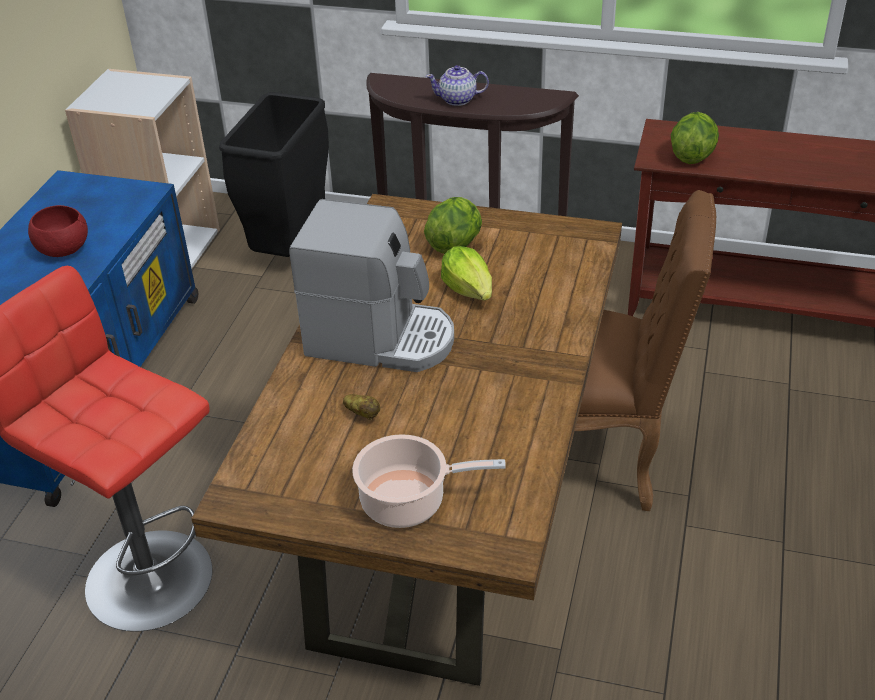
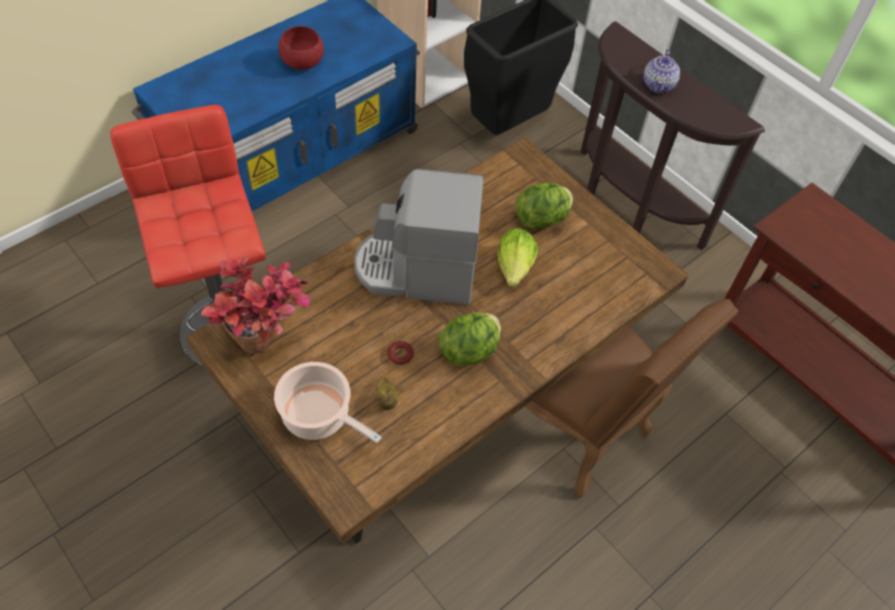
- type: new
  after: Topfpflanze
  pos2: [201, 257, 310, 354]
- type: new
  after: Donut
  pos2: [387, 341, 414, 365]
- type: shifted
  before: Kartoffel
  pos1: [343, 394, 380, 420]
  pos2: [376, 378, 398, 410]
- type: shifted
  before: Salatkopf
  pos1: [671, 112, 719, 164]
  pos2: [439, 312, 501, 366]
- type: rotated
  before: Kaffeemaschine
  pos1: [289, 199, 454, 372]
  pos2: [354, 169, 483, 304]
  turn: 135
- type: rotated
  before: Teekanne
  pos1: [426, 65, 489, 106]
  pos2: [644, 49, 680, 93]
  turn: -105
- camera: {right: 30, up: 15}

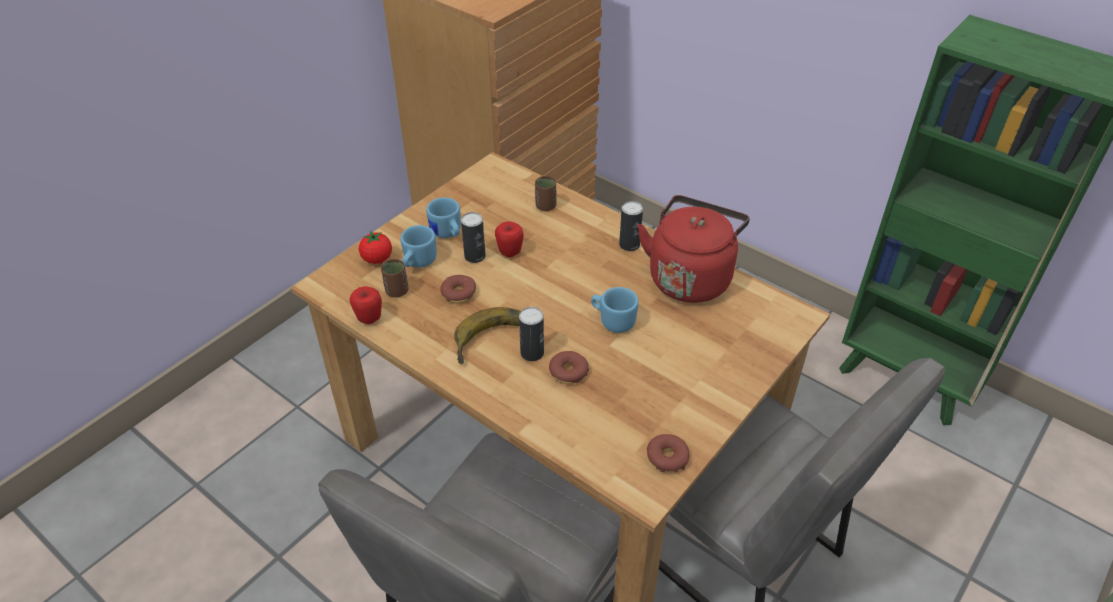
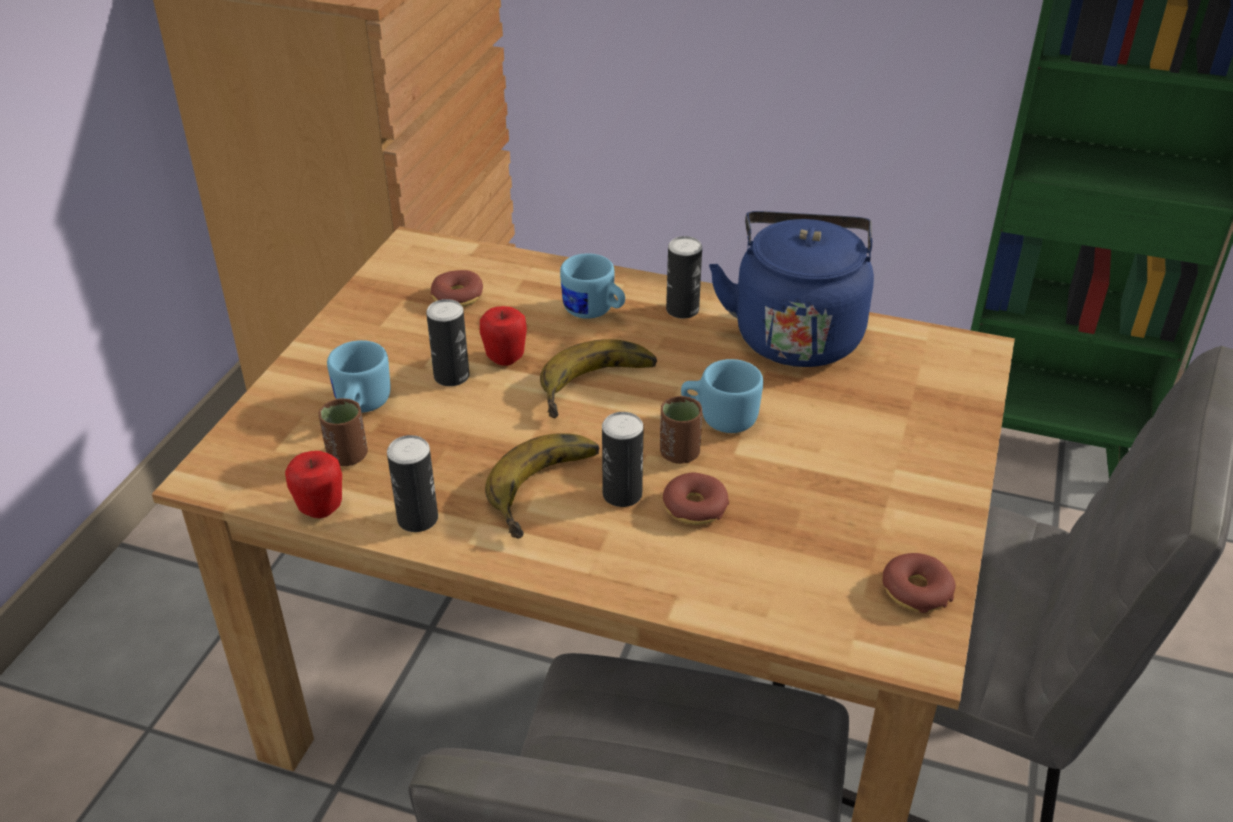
- type: gone
  before: Tomate
  pos1: [359, 230, 392, 264]
- type: new
  after: Dose
  pos2: [387, 435, 438, 532]
- type: new
  after: Banane
  pos2: [540, 339, 657, 418]
- type: shifted
  before: Henkelbecher/blau
  pos1: [426, 197, 461, 238]
  pos2: [560, 253, 625, 319]
- type: shifted
  before: Donut
  pos1: [440, 275, 476, 303]
  pos2: [430, 270, 483, 307]
- type: shifted
  before: Tasse/braun
  pos1: [535, 176, 556, 211]
  pos2: [660, 396, 702, 464]
- type: repainted
  before: Wasserkessel/rot
  after: Wasserkessel/blau
  pos1: [637, 195, 750, 303]
  pos2: [709, 211, 874, 367]
- camera: {right: -20, up: -5}

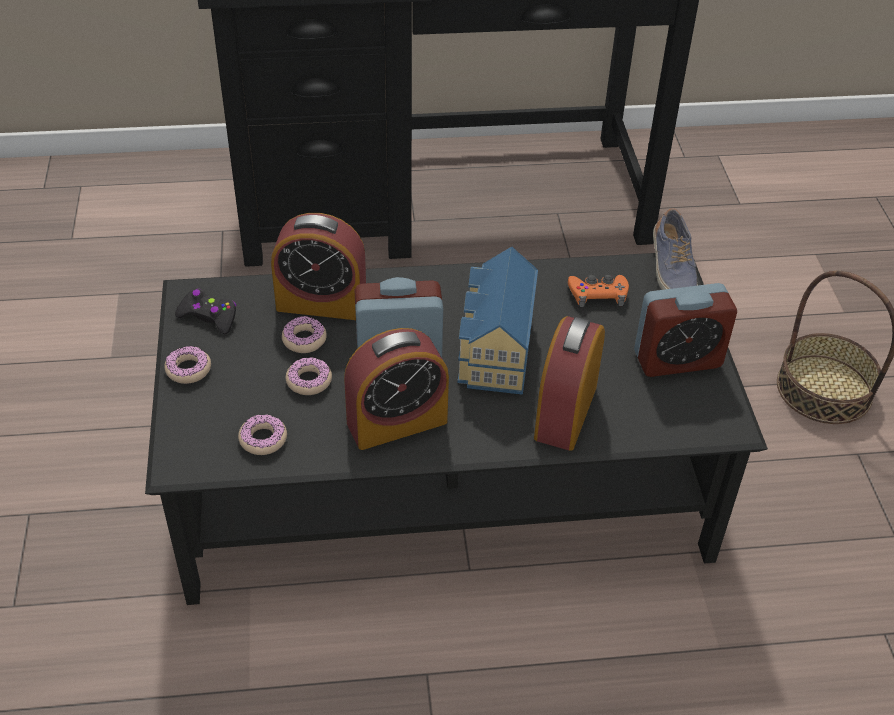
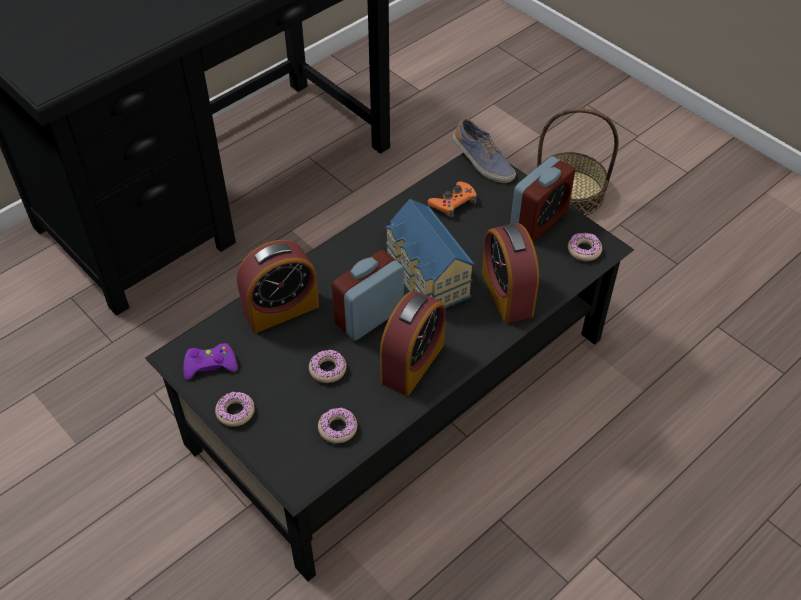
- type: shifted
  before: Donut
  pos1: [282, 316, 327, 353]
  pos2: [568, 233, 602, 261]
- type: repainted
  before: Gamepad/schwarz
  after: Gamepad/lila
  pos1: [175, 289, 236, 334]
  pos2: [183, 343, 238, 379]
- camera: {right: -35, up: 5}

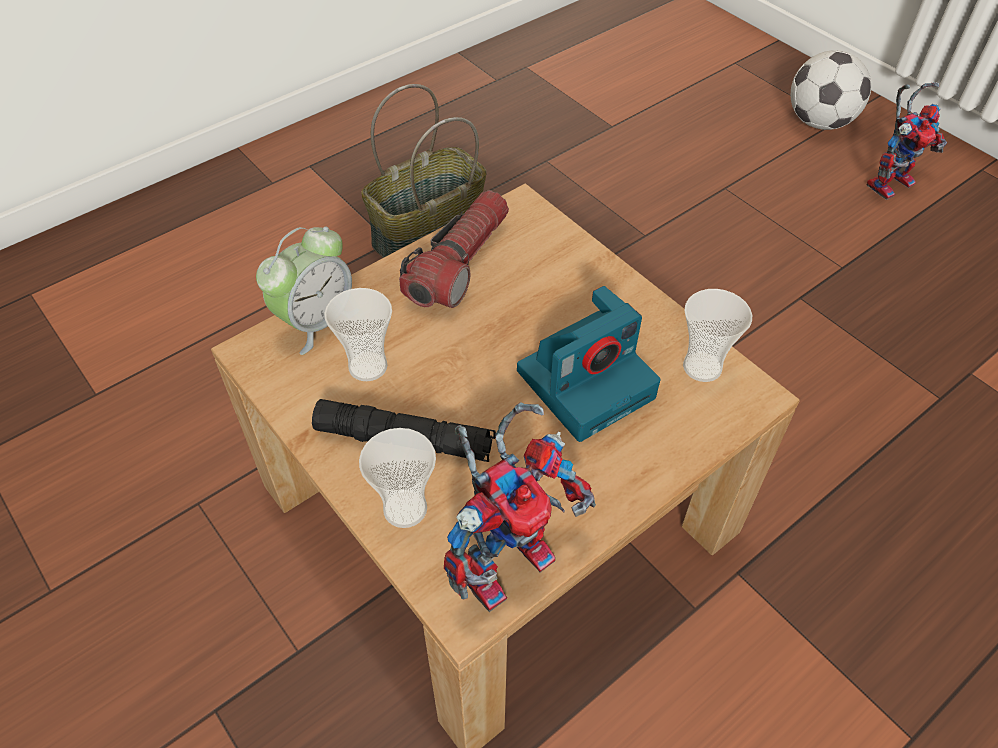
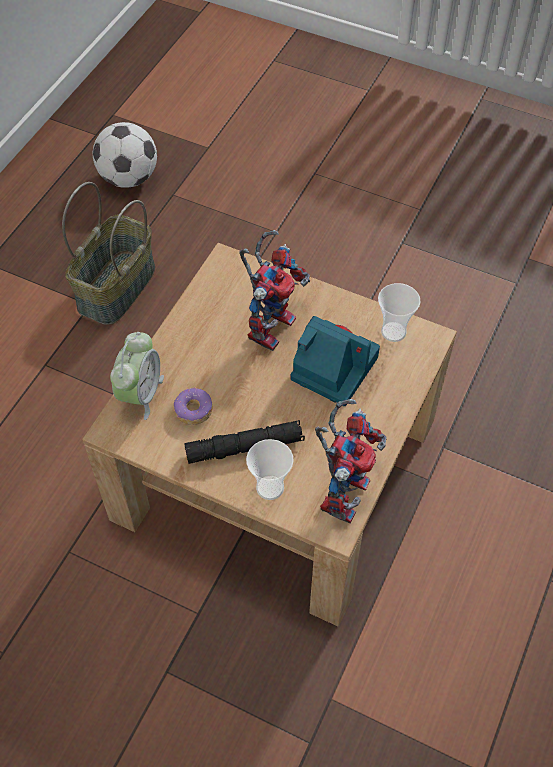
- type: gone
  before: Taschenlampe
  pos1: [399, 190, 509, 308]
- type: shifted
  before: Fußball
  pos1: [791, 50, 871, 130]
  pos2: [93, 122, 157, 188]
- type: shifted
  before: Spielzeugroboter
  pos1: [866, 82, 947, 200]
  pos2: [239, 230, 310, 351]
- type: swapped
  before: Tasse
  after: Donut
  pos1: [324, 288, 392, 381]
  pos2: [174, 387, 213, 425]
- type: rotated
  before: Kamera
  pos1: [517, 286, 660, 442]
  pos2: [290, 316, 380, 406]
  turn: -90
- camera: {right: -25, up: 5}

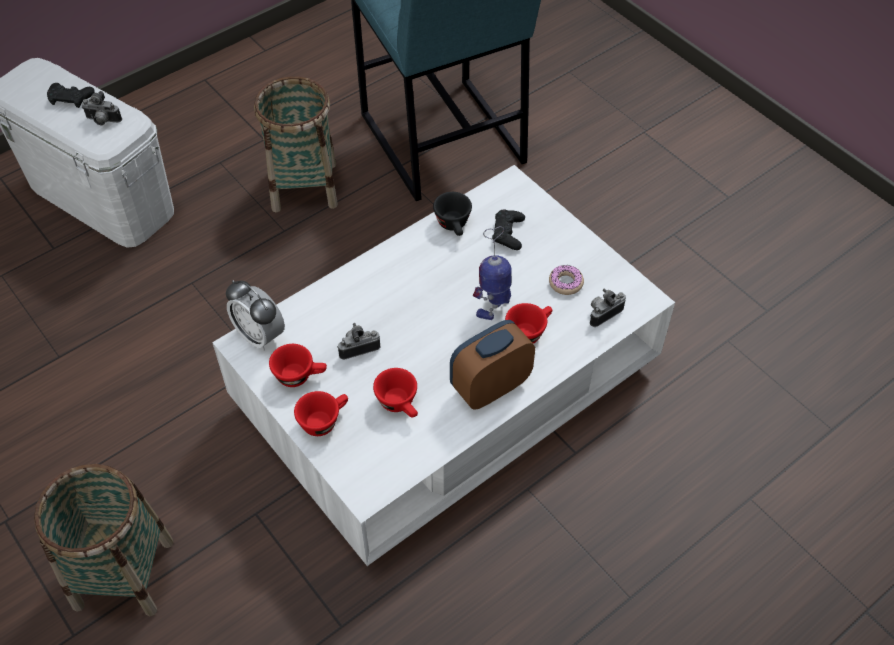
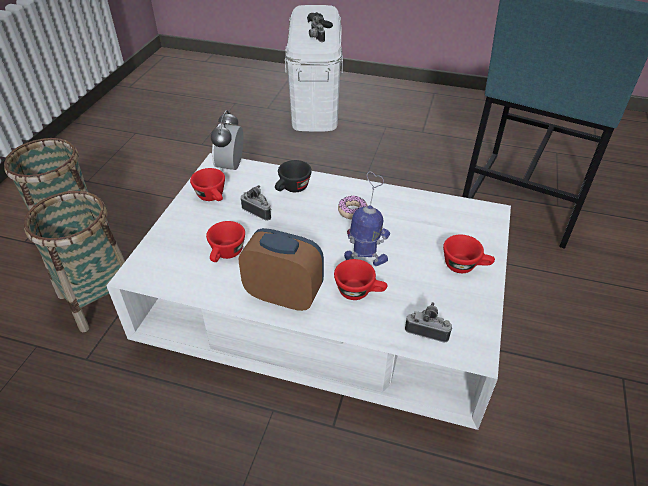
- type: gone
  before: Gamepad/schwarz
  pos1: [492, 210, 525, 250]
- type: shifted
  before: Korb
  pos1: [254, 76, 338, 213]
  pos2: [24, 191, 125, 332]
- type: shifted
  before: Tasse/rot
  pos1: [294, 391, 348, 436]
  pos2: [443, 234, 495, 273]
- type: shifted
  before: Tasse/schwarz
  pos1: [433, 192, 472, 236]
  pos2: [275, 160, 312, 192]
- type: shifted
  before: Donut
  pos1: [549, 265, 584, 295]
  pos2: [338, 196, 368, 219]
- camera: {right: 55, up: -10}

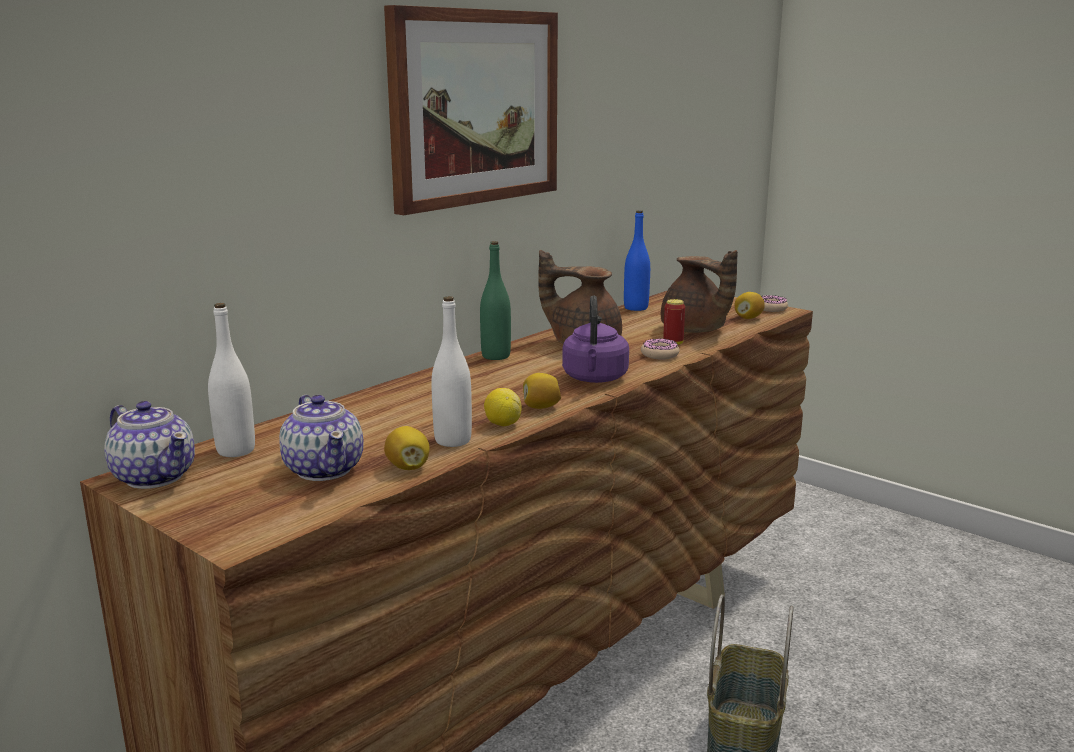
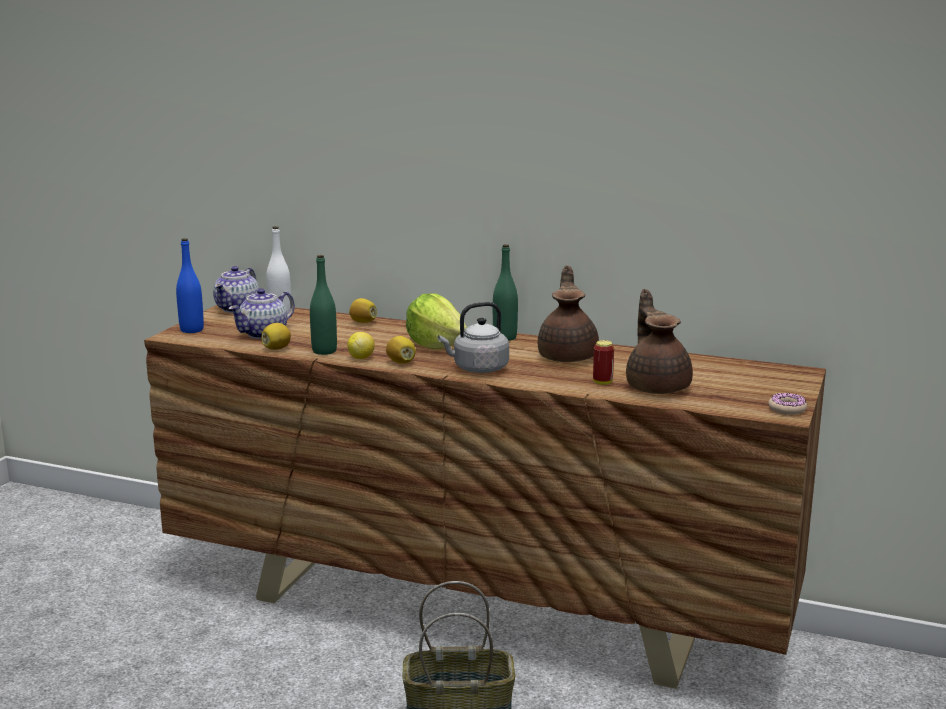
- type: gone
  before: Bild
  pos1: [384, 5, 558, 215]
- type: gone
  before: Donut
  pos1: [641, 338, 680, 360]
- type: new
  after: Salatkopf
  pos2: [406, 294, 467, 349]
- type: shifted
  before: Flasche/blau
  pos1: [624, 210, 650, 311]
  pos2: [176, 238, 204, 333]
- type: shifted
  before: Zitrone
  pos1: [735, 292, 765, 319]
  pos2: [349, 298, 377, 323]
- type: repainted
  before: Flasche/weiß
  after: Flasche/grün
  pos1: [431, 296, 472, 447]
  pos2: [310, 255, 337, 355]
- type: repainted
  before: Wasserkessel/lila
  after: Wasserkessel/grau
  pos1: [562, 295, 629, 383]
  pos2: [438, 302, 509, 373]
- type: rotated
  before: Teekanne/braun
  pos1: [661, 250, 738, 333]
  pos2: [626, 289, 693, 394]
  turn: 135
- camera: {right: 70, up: 0}

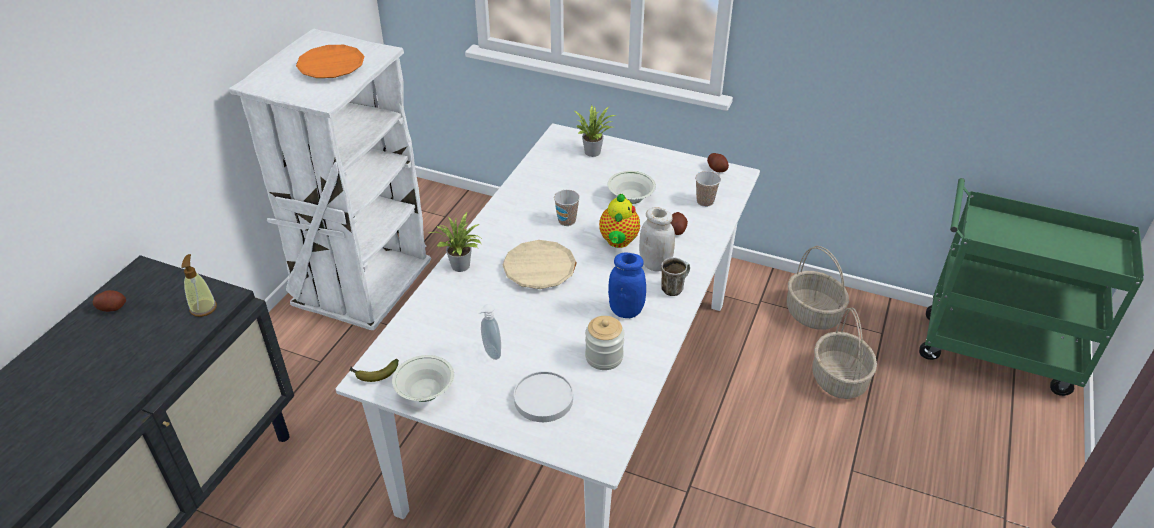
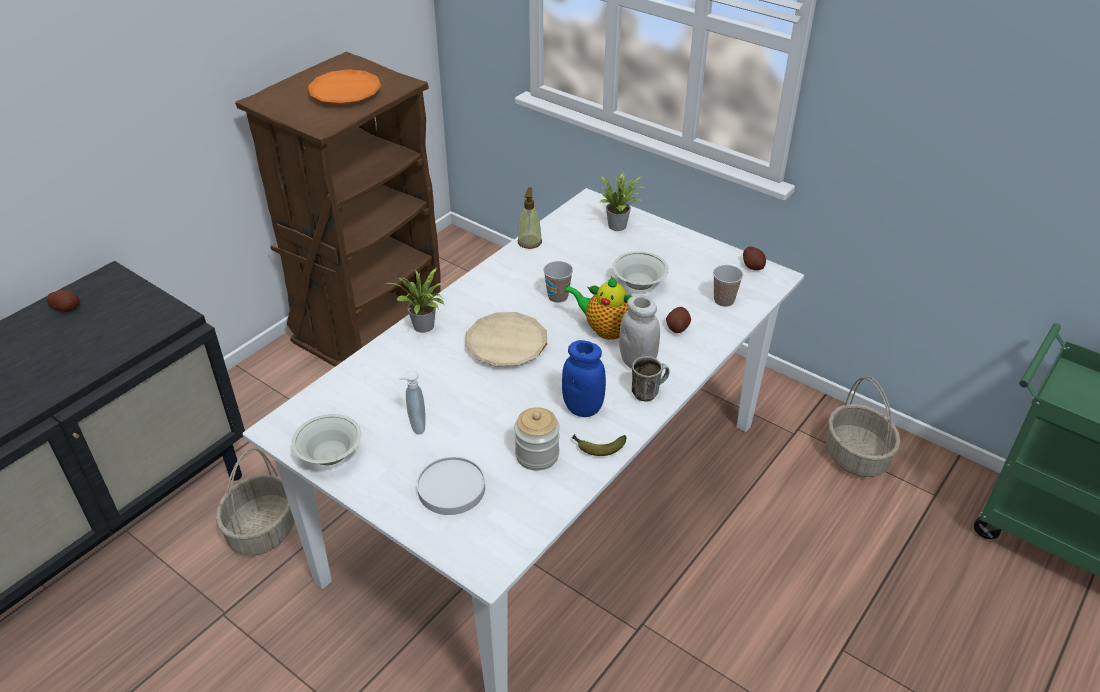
- type: shifted
  before: Seifenspender
  pos1: [181, 254, 217, 317]
  pos2: [518, 188, 542, 249]
- type: shifted
  before: Banane
  pos1: [350, 359, 399, 382]
  pos2: [572, 434, 627, 456]
- type: shifted
  before: Korb
  pos1: [812, 307, 877, 399]
  pos2: [216, 448, 295, 555]
- type: repainted
  before: Bücherregal/weiß
  after: Bücherregal/braun
  pos1: [229, 29, 432, 330]
  pos2: [235, 52, 440, 367]
- type: rotated
  before: Teekanne
  pos1: [599, 194, 640, 248]
  pos2: [564, 276, 632, 340]
  turn: 90
- camera: {right: 15, up: 0}

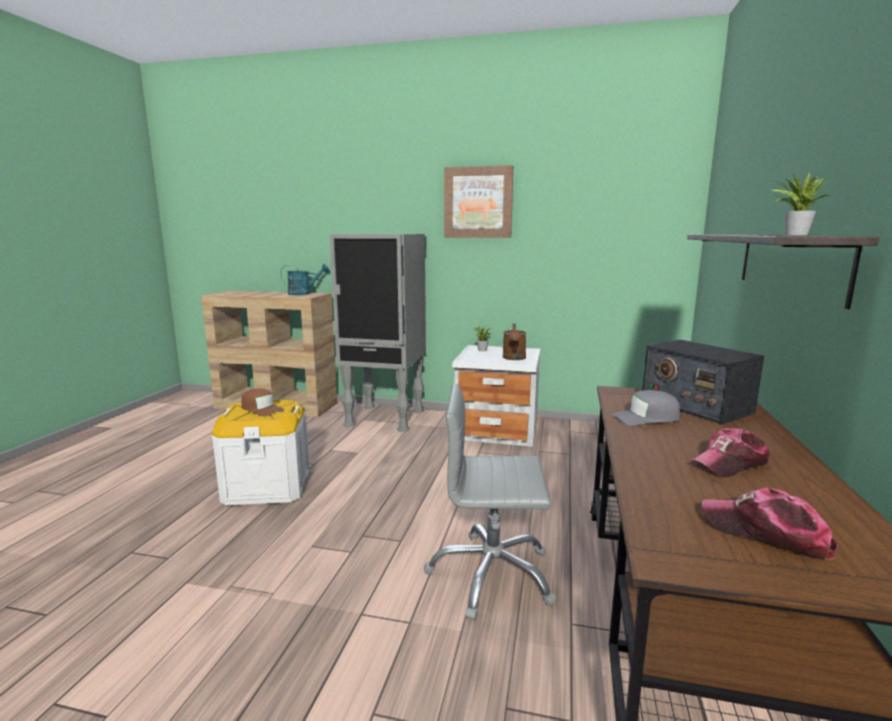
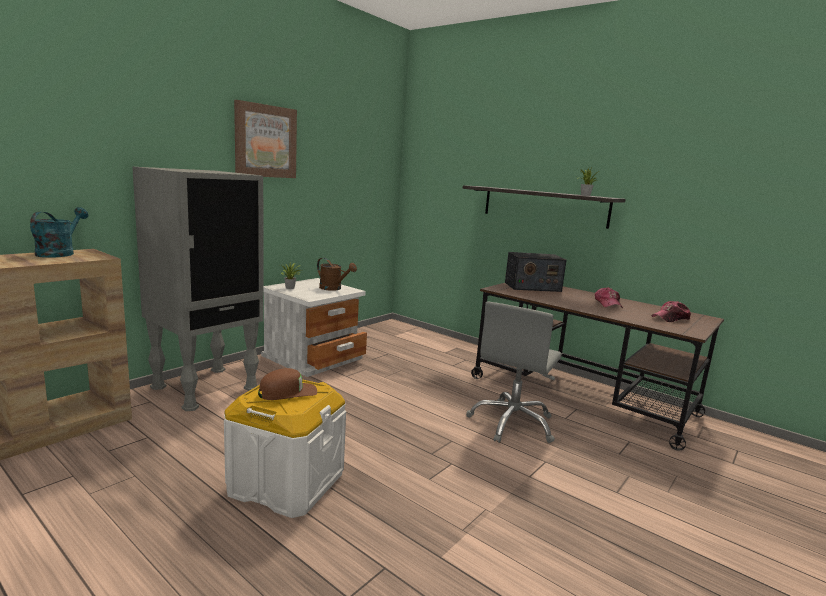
- type: gone
  before: Kappe/grau
  pos1: [612, 390, 681, 426]
- camera: {right: -65, up: 0}

